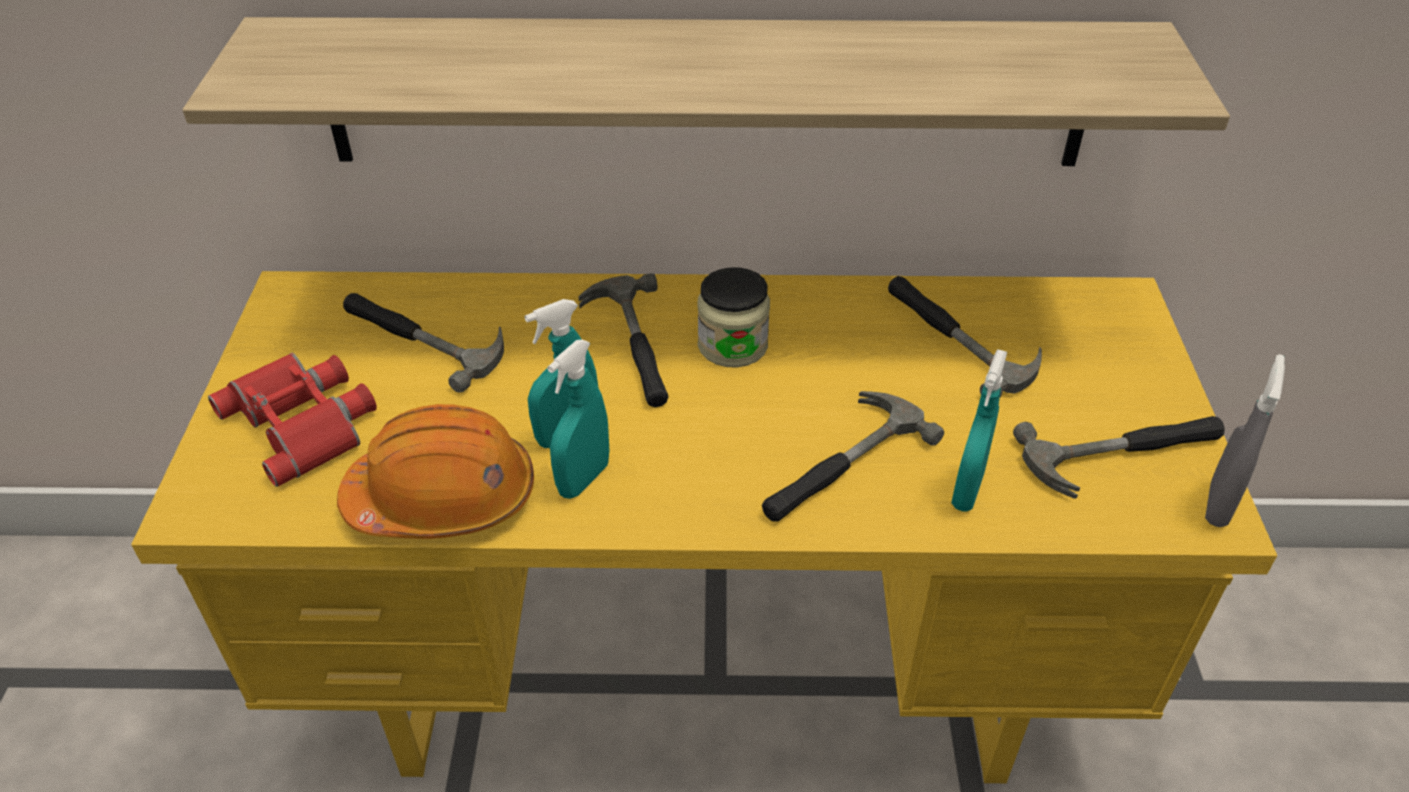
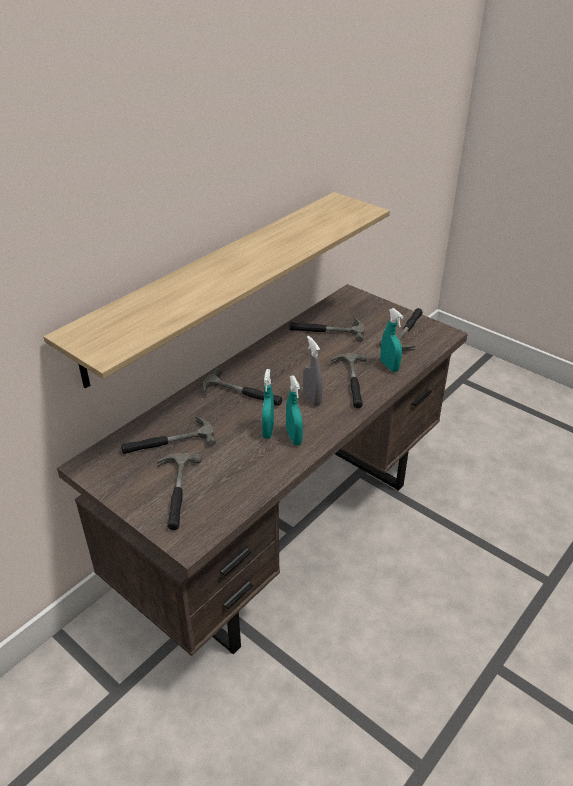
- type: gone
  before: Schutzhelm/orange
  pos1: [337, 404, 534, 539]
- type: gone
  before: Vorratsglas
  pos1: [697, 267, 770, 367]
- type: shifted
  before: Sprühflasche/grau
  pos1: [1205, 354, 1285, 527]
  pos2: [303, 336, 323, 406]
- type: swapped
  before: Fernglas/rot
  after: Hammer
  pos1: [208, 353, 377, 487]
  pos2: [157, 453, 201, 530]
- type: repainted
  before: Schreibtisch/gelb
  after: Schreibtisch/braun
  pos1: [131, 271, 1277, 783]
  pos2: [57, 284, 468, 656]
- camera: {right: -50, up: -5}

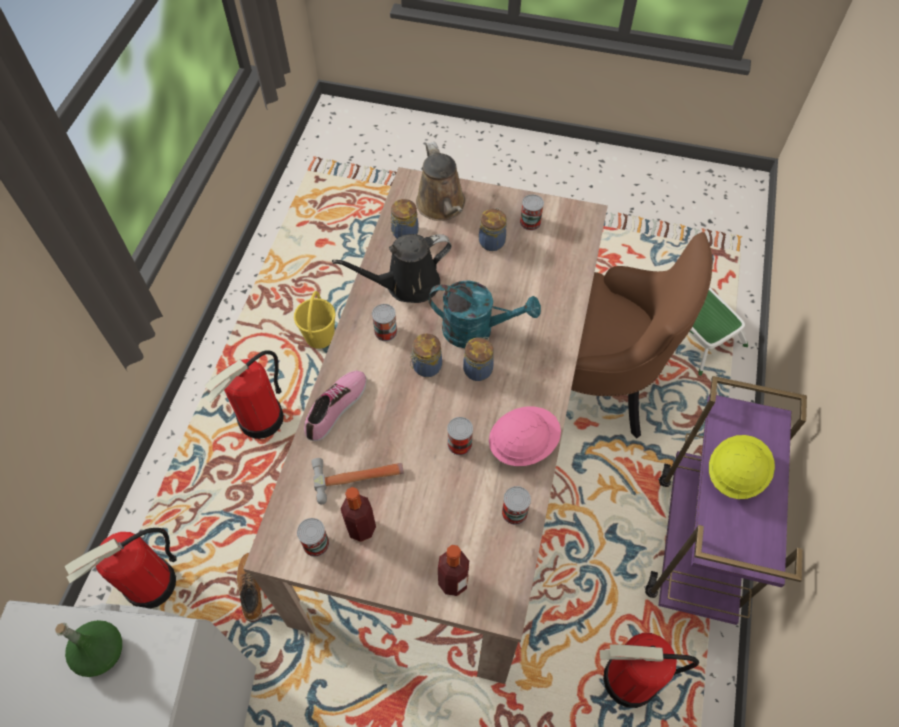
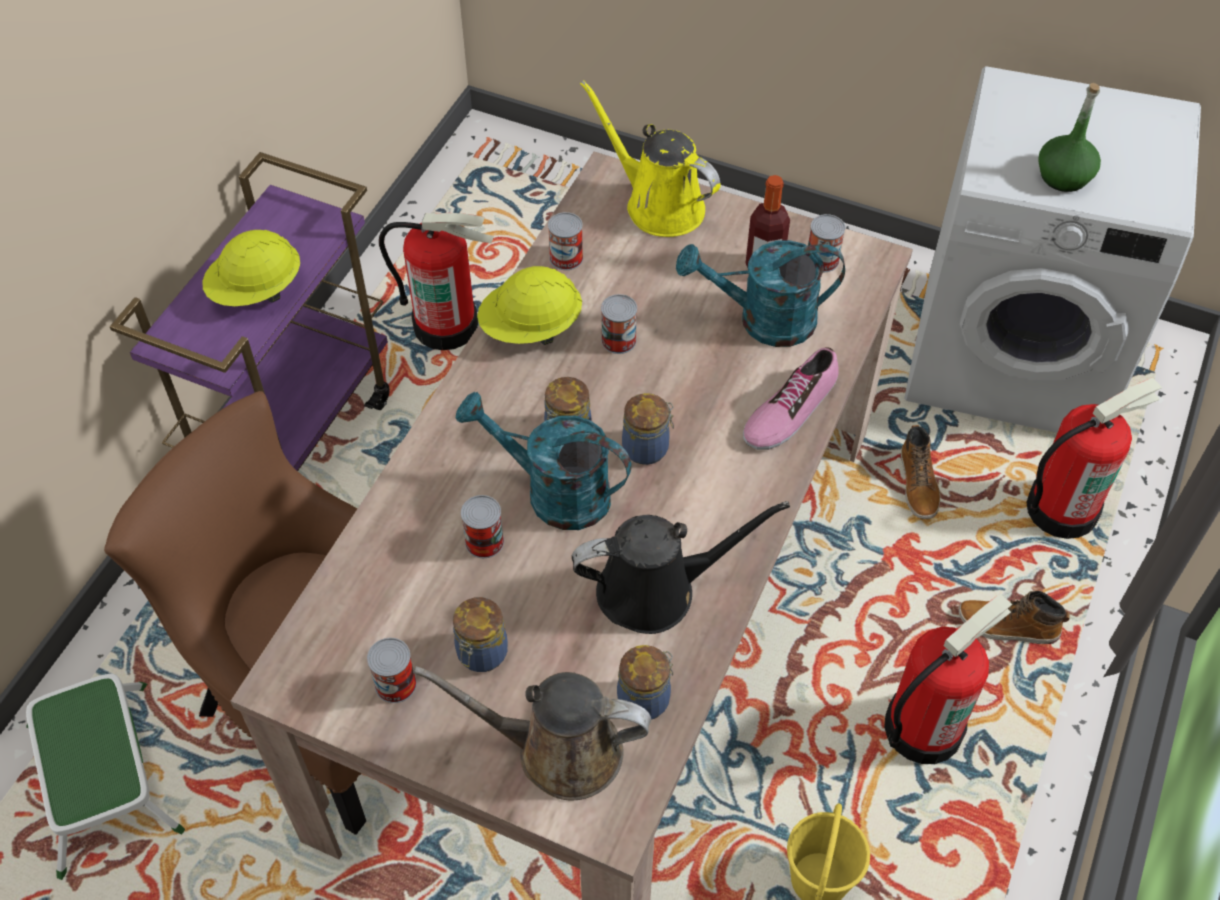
- type: new
  after: Stiefel
  pos2: [959, 591, 1070, 644]
- type: shifted
  before: Dose
  pos1: [372, 304, 397, 341]
  pos2: [461, 495, 504, 558]
- type: swapped
  before: Hammer
  after: Gießkanne/türkis
  pos1: [311, 458, 404, 504]
  pos2: [676, 240, 845, 347]
- type: swapped
  before: Flasche
  after: Gießkanne/gelb
  pos1: [438, 545, 469, 596]
  pos2: [580, 80, 720, 237]
- type: repainted
  before: Schutzhelm/rosa
  after: Schutzhelm/gelb
  pos1: [489, 406, 561, 466]
  pos2: [477, 266, 582, 345]
- type: rotated
  before: Gießkanne/braun
  pos1: [416, 142, 465, 221]
  pos2: [413, 666, 651, 800]
  turn: -75
- camera: {right: -170, up: -5}

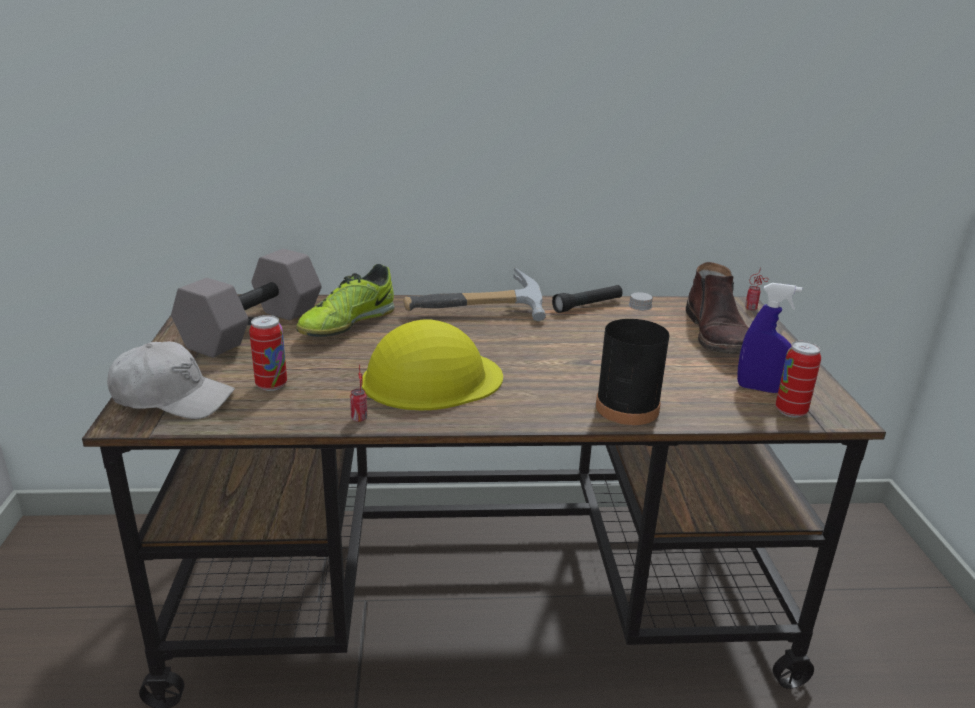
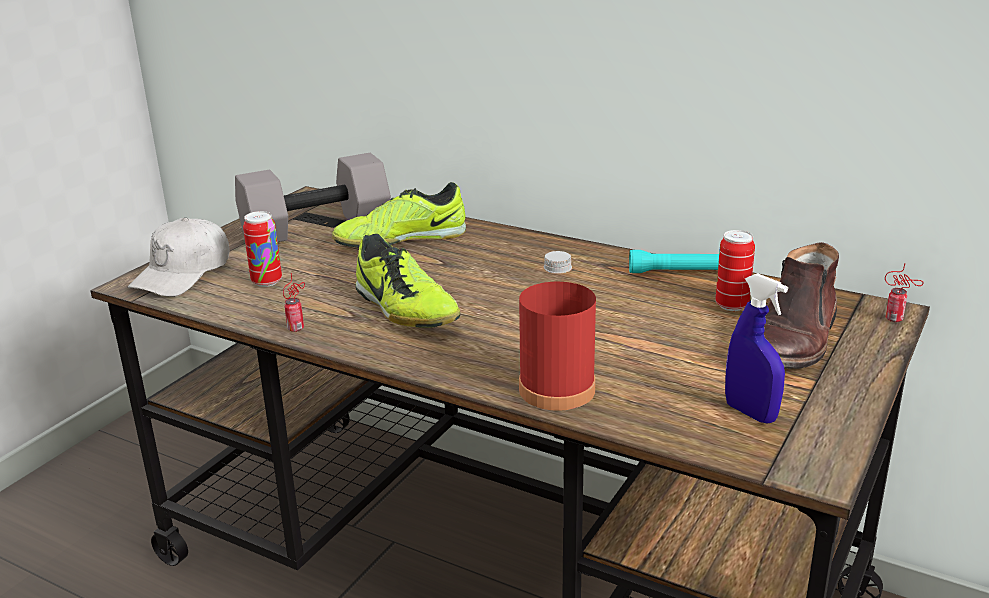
- type: gone
  before: Hammer
  pos1: [403, 268, 546, 321]
- type: shifted
  before: Dose
  pos1: [776, 341, 821, 418]
  pos2: [716, 230, 755, 311]
- type: swapped
  before: Schutzhelm/gelb
  after: Schuh
  pos1: [361, 319, 503, 410]
  pos2: [356, 233, 460, 328]
- type: repainted
  before: Taschenlampe/schwarz
  after: Taschenlampe/türkis
  pos1: [552, 285, 623, 313]
  pos2: [629, 250, 719, 273]
- type: repainted
  before: Flasche/schwarz
  after: Flasche/rot
  pos1: [596, 292, 669, 425]
  pos2: [519, 251, 596, 411]
- type: rotated
  before: Kappe/weiß
  pos1: [107, 342, 235, 419]
  pos2: [128, 218, 230, 297]
  turn: 75
- camera: {right: 35, up: 0}

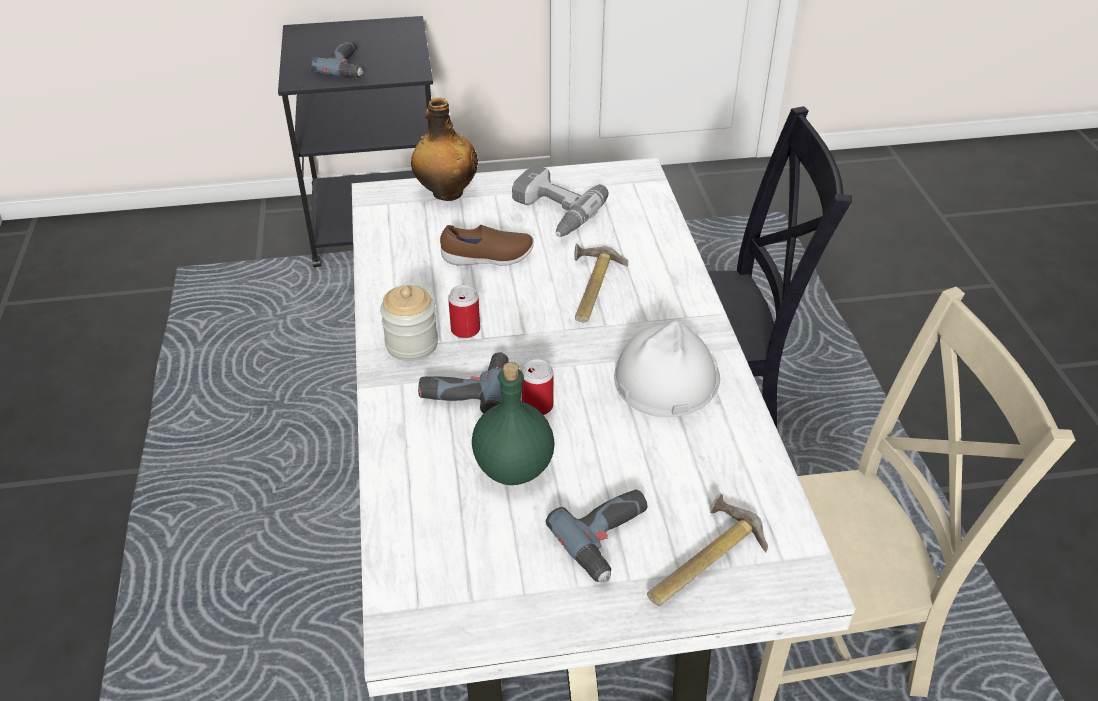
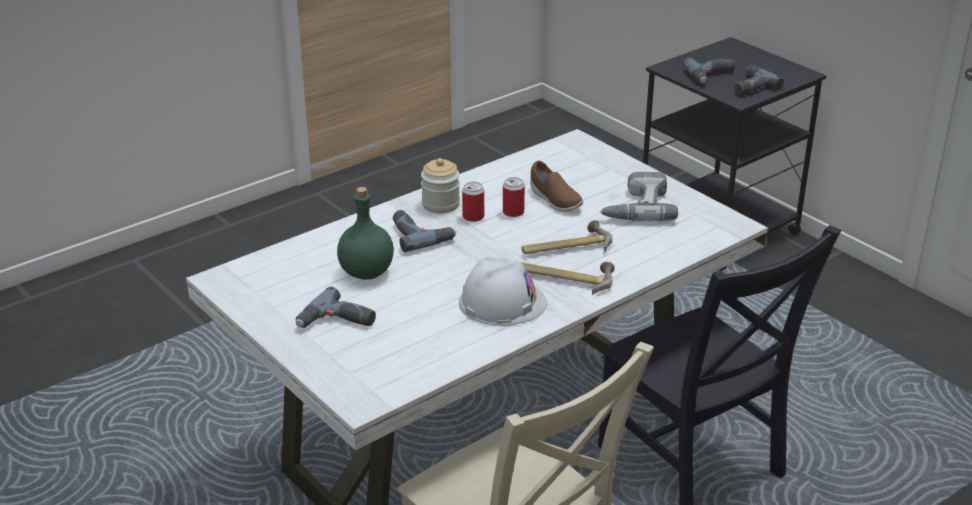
- type: gone
  before: Flasche
  pos1: [411, 98, 478, 201]
- type: new
  after: Bohrmaschine
  pos2: [734, 65, 784, 95]
- type: shifted
  before: Dose
  pos1: [521, 359, 554, 415]
  pos2: [503, 177, 525, 217]
- type: shifted
  before: Hammer
  pos1: [647, 494, 768, 606]
  pos2: [521, 261, 615, 295]
- camera: {right: 60, up: -10}

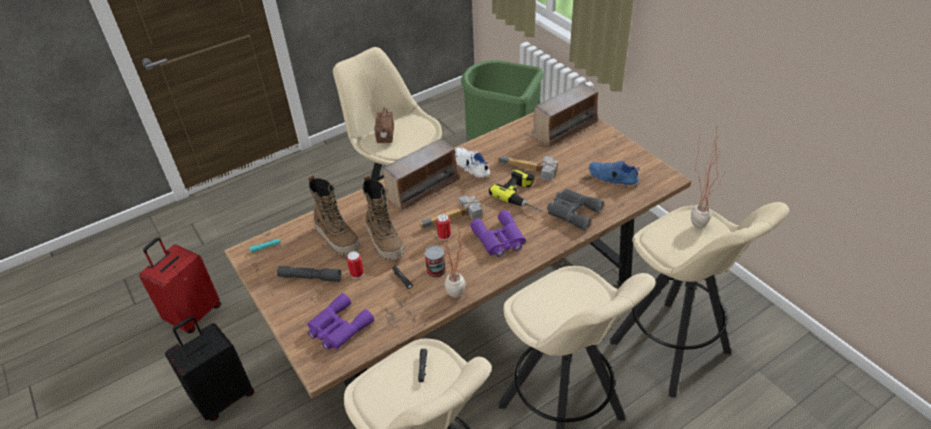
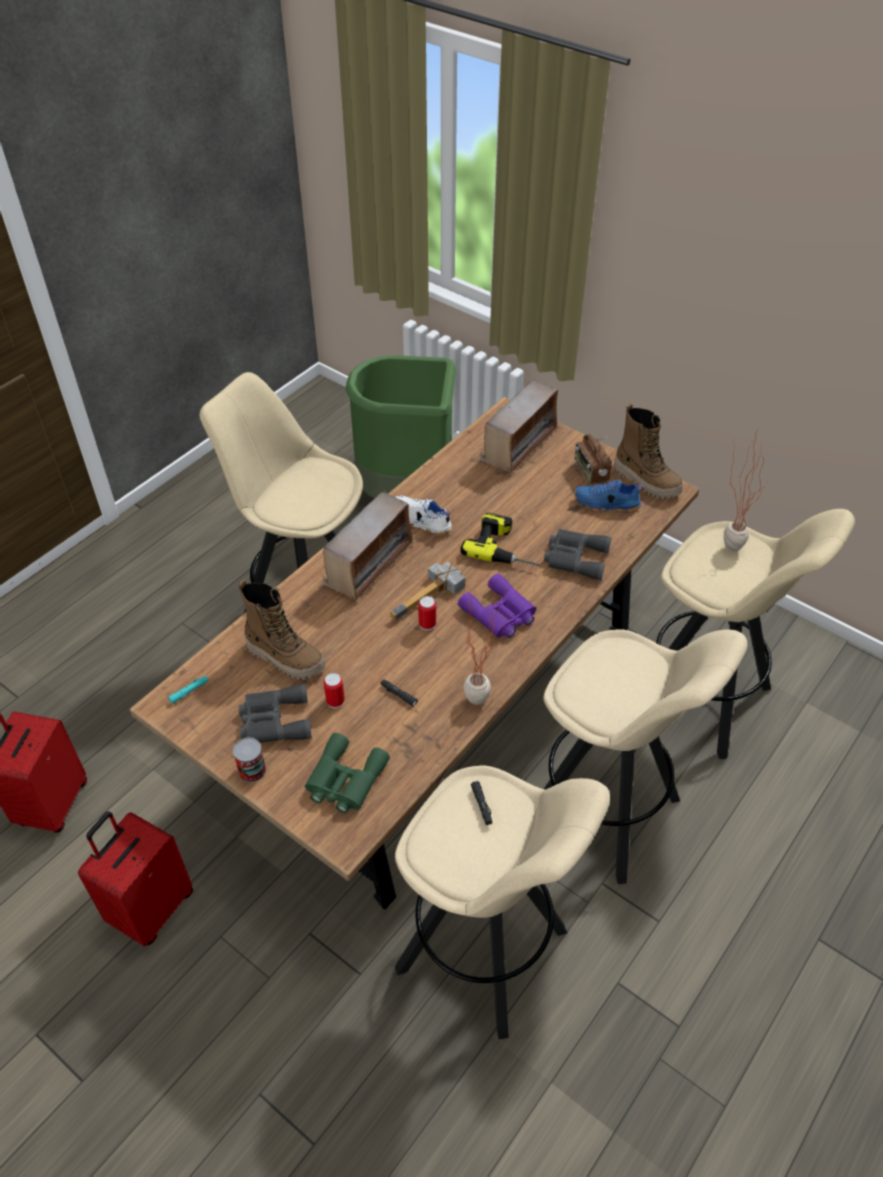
- type: gone
  before: Hammer
  pos1: [498, 156, 558, 181]
- type: shifted
  before: Stiefel
  pos1: [362, 175, 404, 260]
  pos2: [613, 403, 683, 499]
- type: shifted
  before: Radio
  pos1: [374, 108, 394, 143]
  pos2: [574, 434, 612, 484]
- type: shifted
  before: Dose
  pos1: [425, 245, 446, 278]
  pos2: [233, 737, 266, 782]
- type: swapped
  before: Taschenlampe/grau
  after: Fernglas/grau
  pos1: [277, 266, 342, 282]
  pos2: [239, 684, 312, 743]
- type: repainted
  before: Koffer/schwarz
  after: Koffer/rot
  pos1: [165, 316, 254, 421]
  pos2: [78, 812, 193, 946]
- type: repainted
  before: Fernglas/lila
  after: Fernglas/grün
  pos1: [307, 293, 374, 350]
  pos2: [305, 733, 390, 813]
- camera: {right: -20, up: 5}

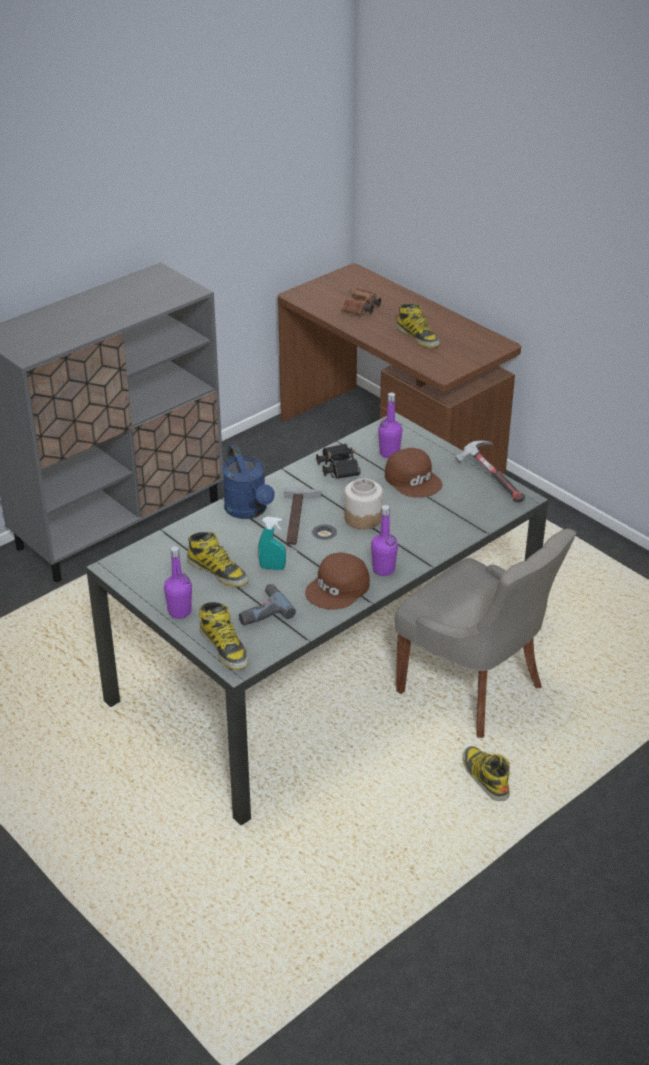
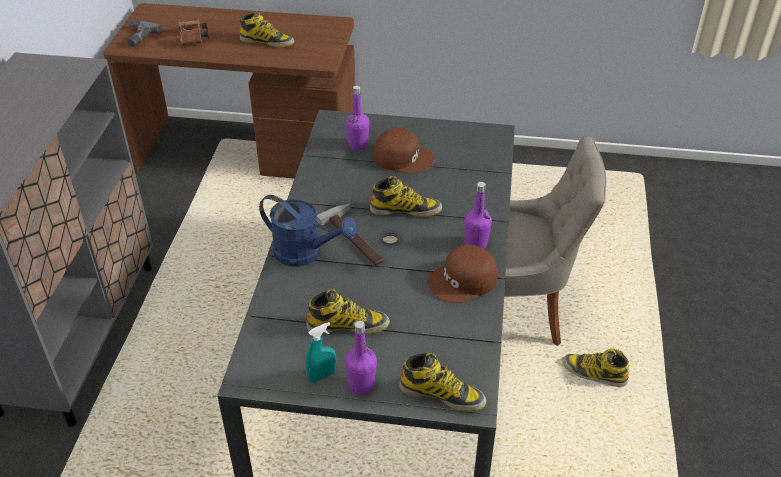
- type: gone
  before: Fernglas/schwarz
  pos1: [316, 443, 361, 479]
- type: gone
  before: Hammer
  pos1: [455, 441, 525, 503]
- type: shifted
  before: Bohrmaschine
  pos1: [239, 584, 296, 625]
  pos2: [127, 20, 162, 47]
- type: shifted
  before: Sprühflasche/türkis
  pos1: [258, 517, 286, 570]
  pos2: [306, 322, 336, 382]
- type: swapped
  before: Vorratsglas
  after: Stiefel
  pos1: [344, 478, 383, 530]
  pos2: [370, 176, 442, 217]
- type: rotated
  before: Kappe/braun
  pos1: [305, 553, 370, 610]
  pos2: [428, 245, 498, 303]
  turn: 60
- camera: {right: -40, up: 5}

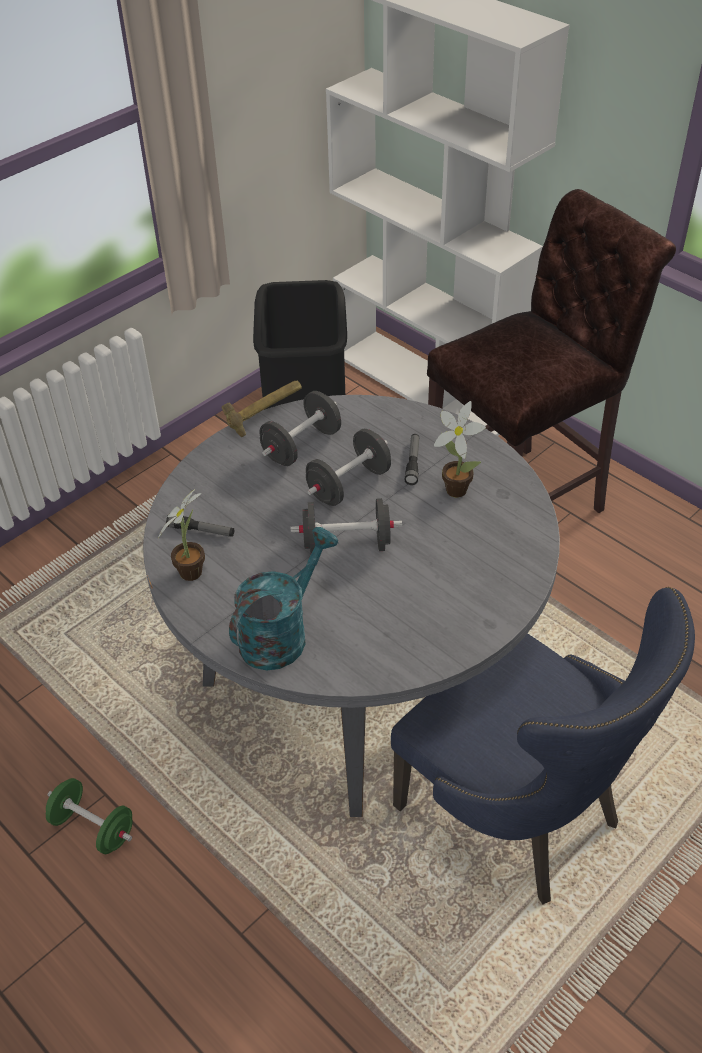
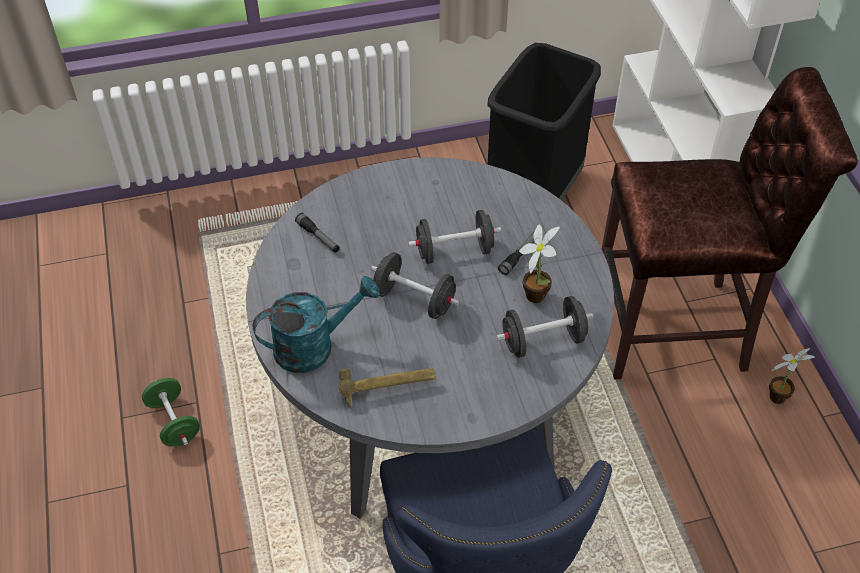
- type: shifted
  before: Topfpflanze
  pos1: [158, 489, 205, 581]
  pos2: [769, 348, 815, 404]
- type: shifted
  before: Hammer
  pos1: [221, 381, 302, 437]
  pos2: [338, 368, 436, 407]
- type: shifted
  before: Hantel/schwarz
  pos1: [260, 391, 341, 466]
  pos2: [496, 296, 593, 358]
- camera: {right: 30, up: 5}

